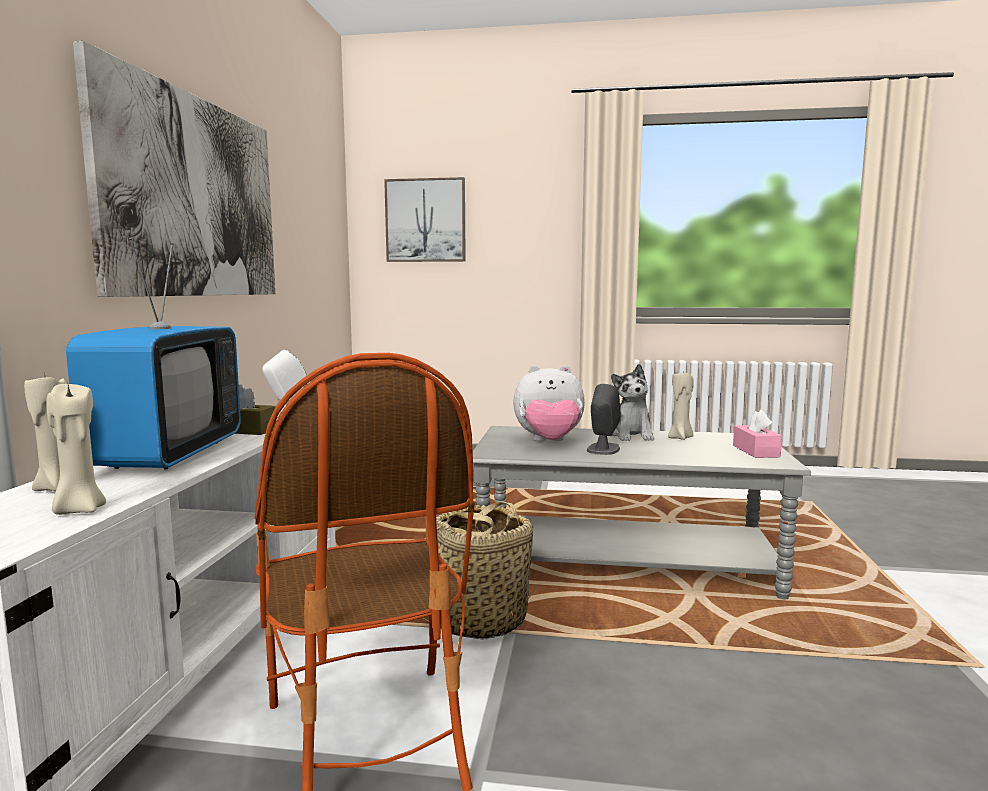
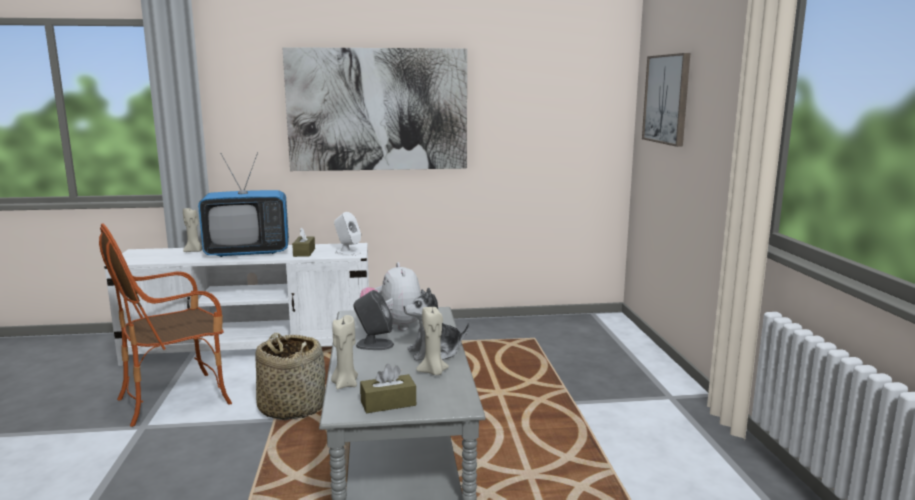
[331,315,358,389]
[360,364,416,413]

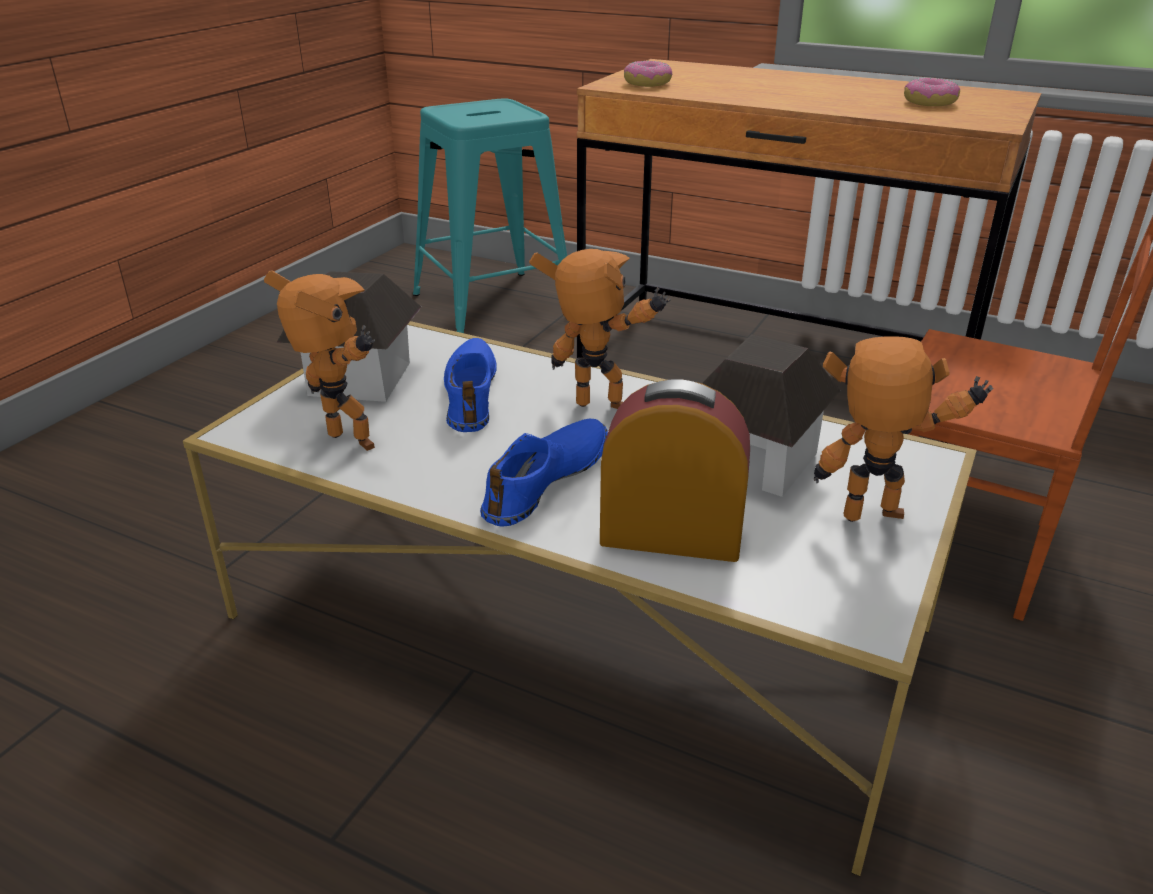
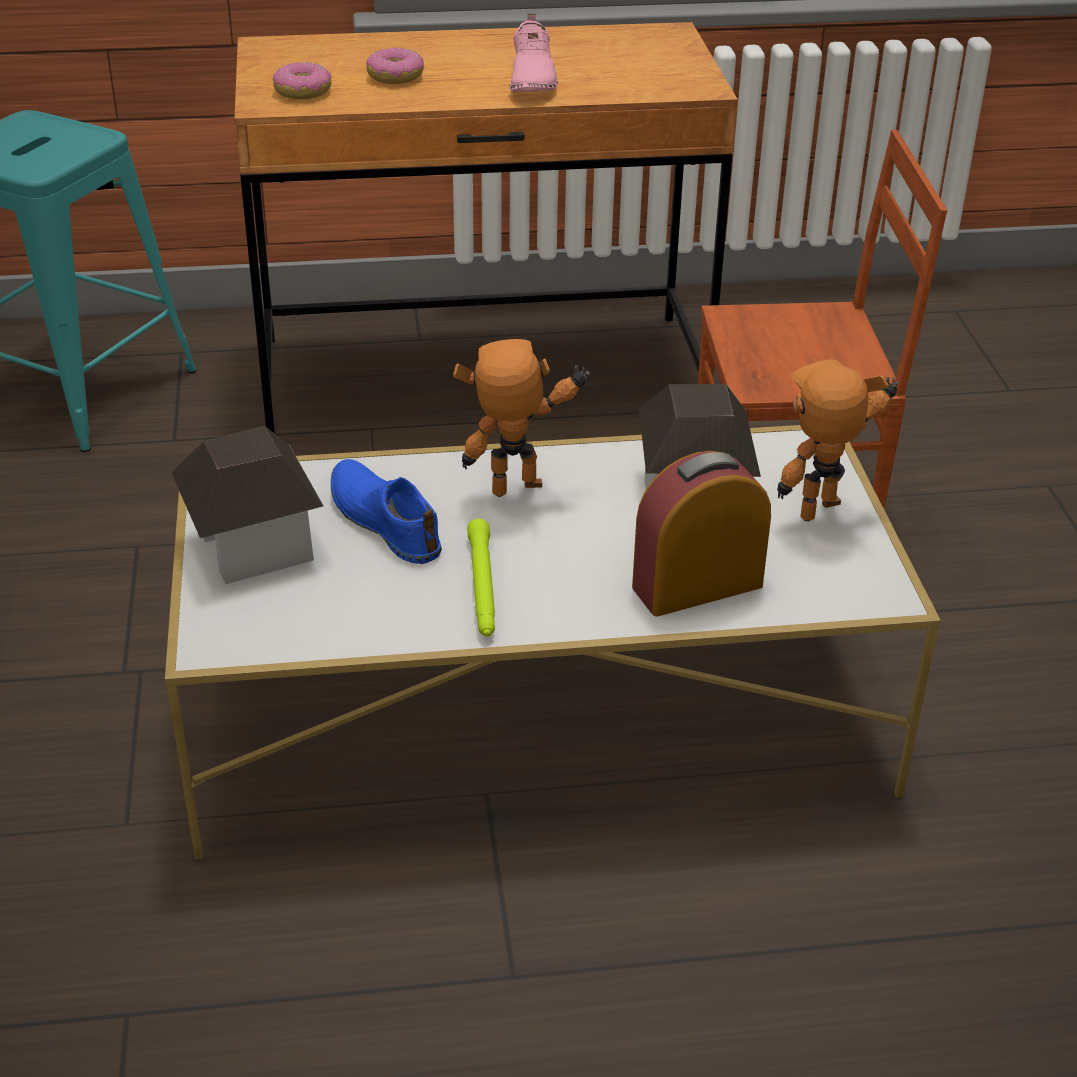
[366,48,424,84]
[264,270,375,451] (first image)
[480,419,608,527] (first image)
[509,14,558,92]
[467,519,495,637]

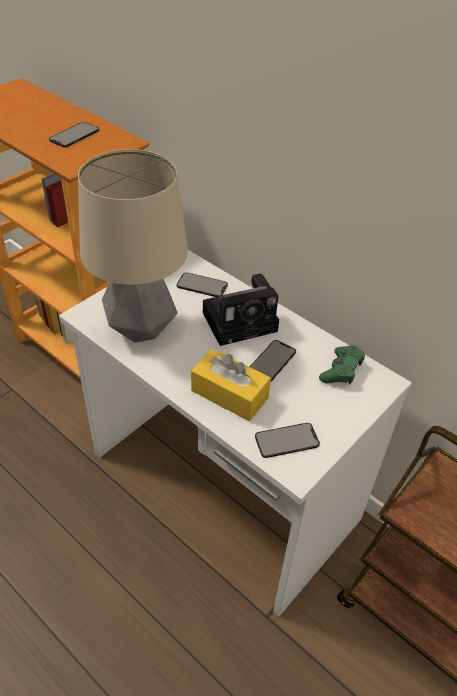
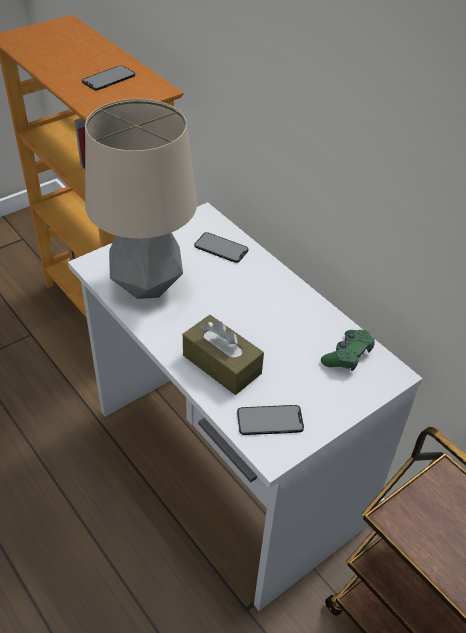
[203,273,279,346] (first image)
[250,340,296,381] (first image)
[183,315,264,395]

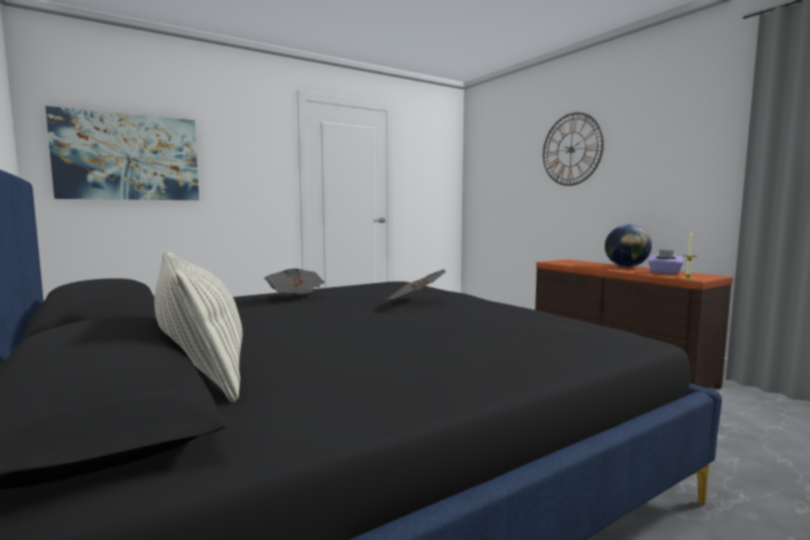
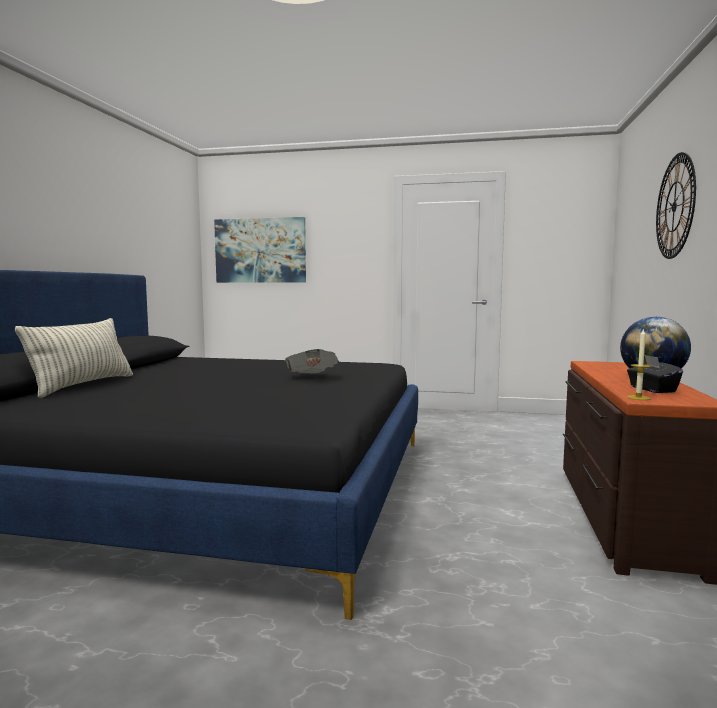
[627,355,683,393]
[264,269,324,293] (first image)

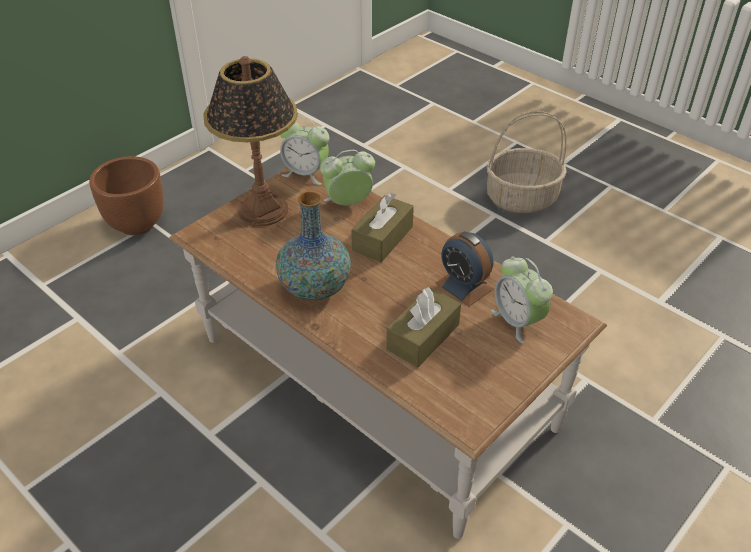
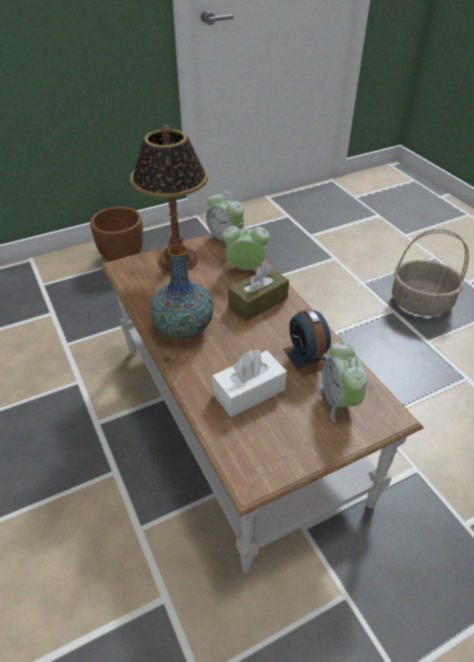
[212,349,287,417]

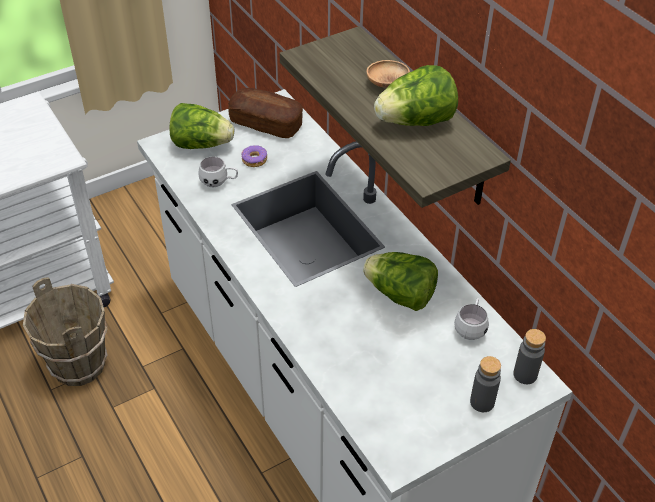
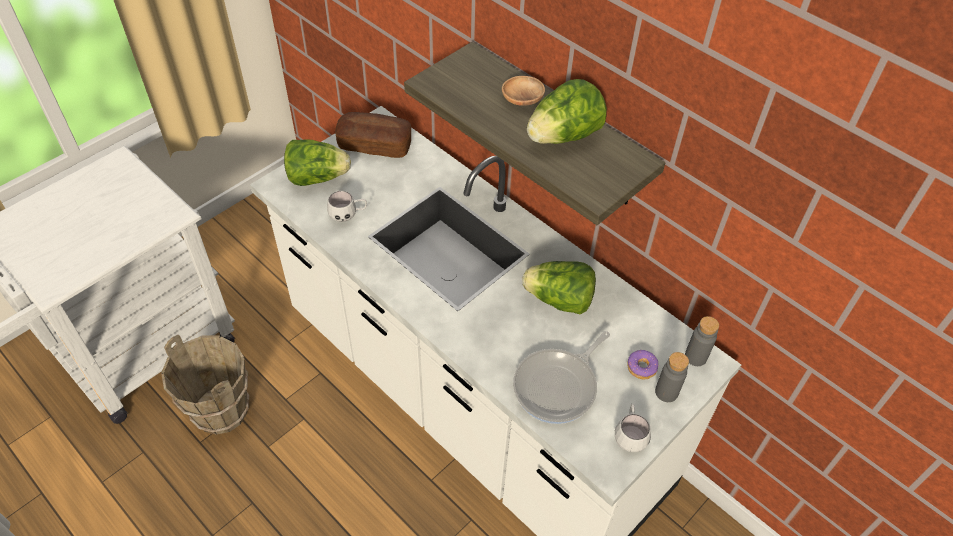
[627,350,659,379]
[615,404,651,452]
[513,331,610,424]

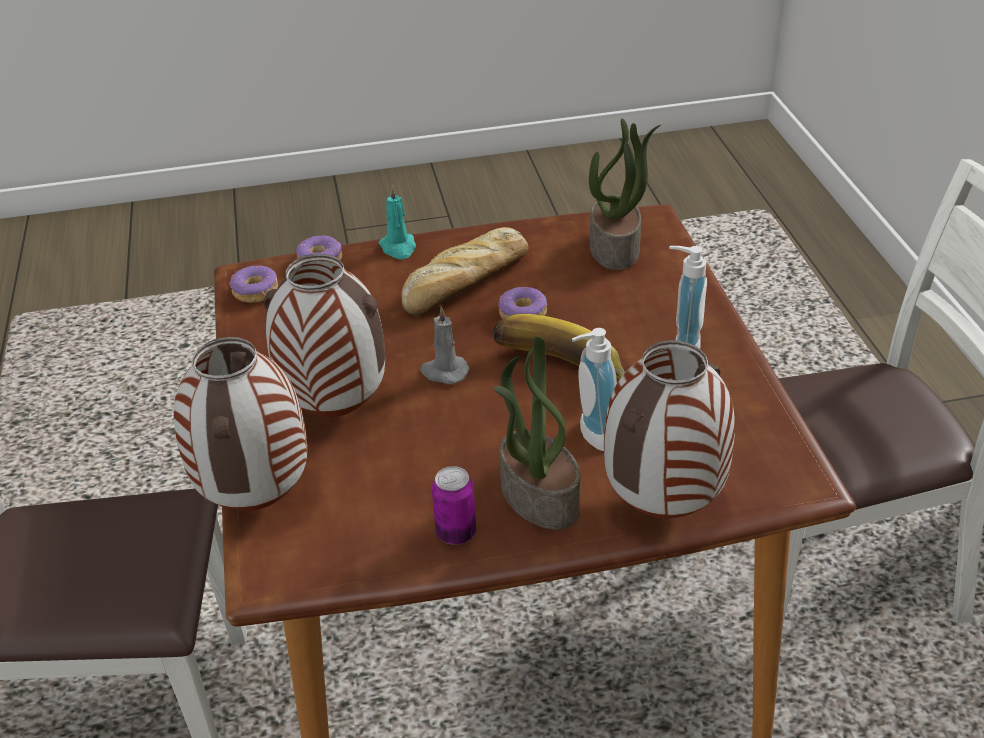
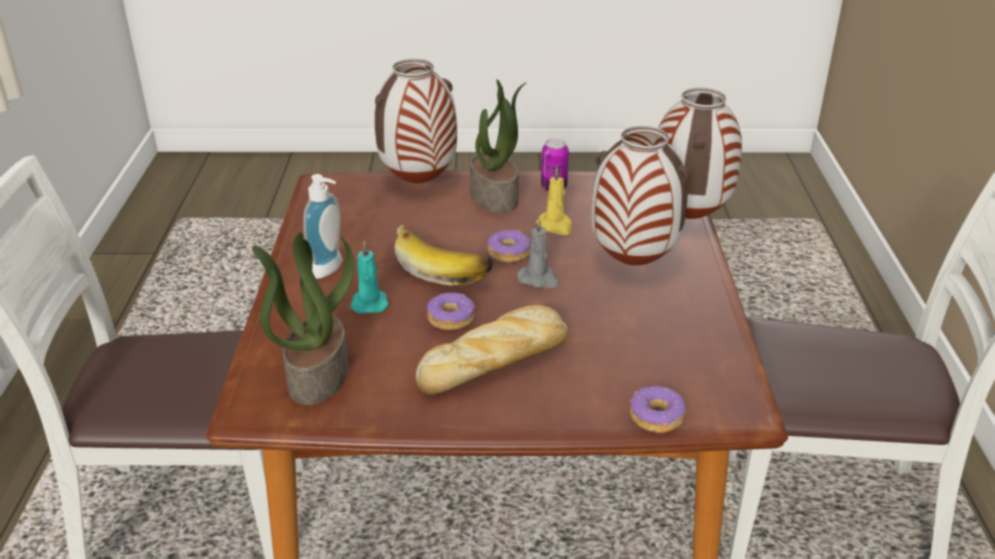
[351,241,389,314]
[488,230,531,263]
[572,328,617,451] (first image)
[536,167,572,235]

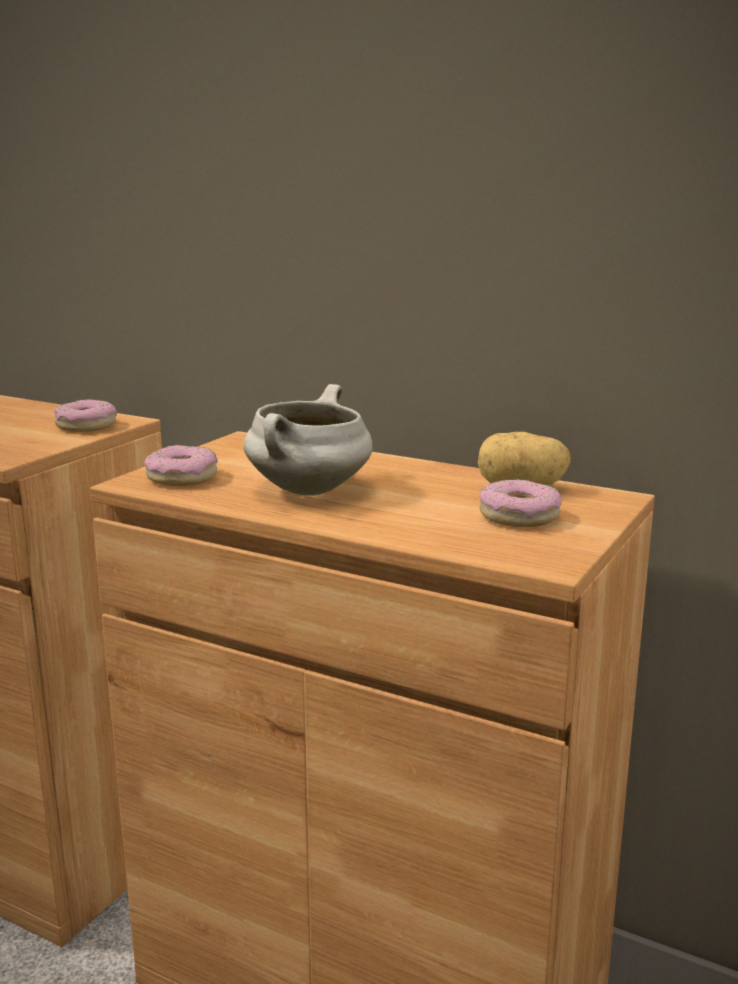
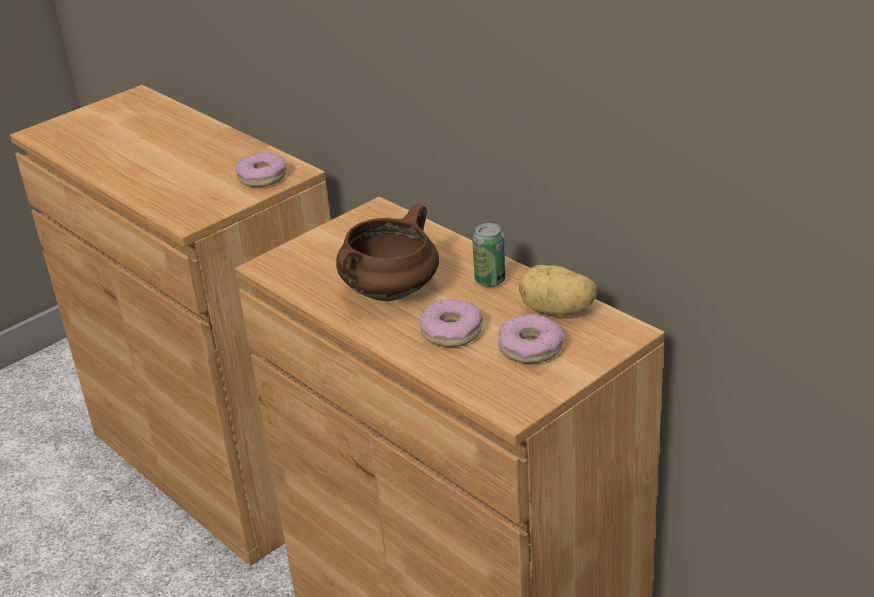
[336,204,439,301]
[419,299,483,347]
[472,223,506,287]

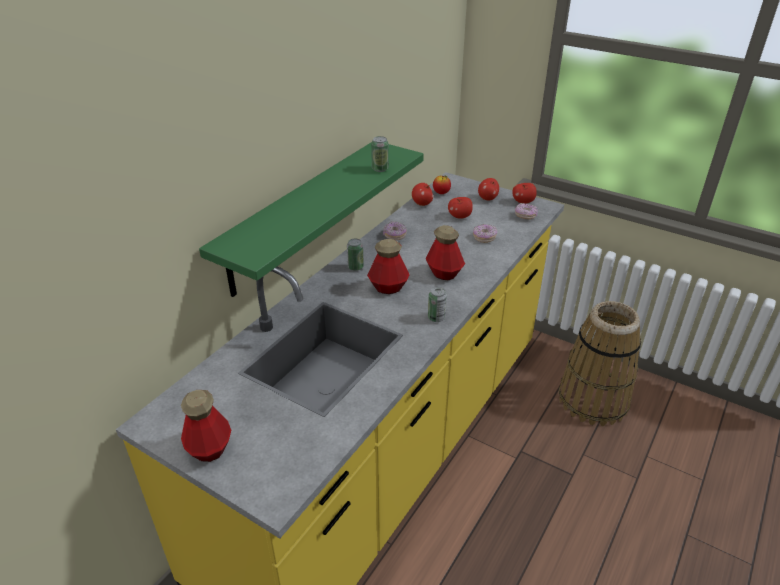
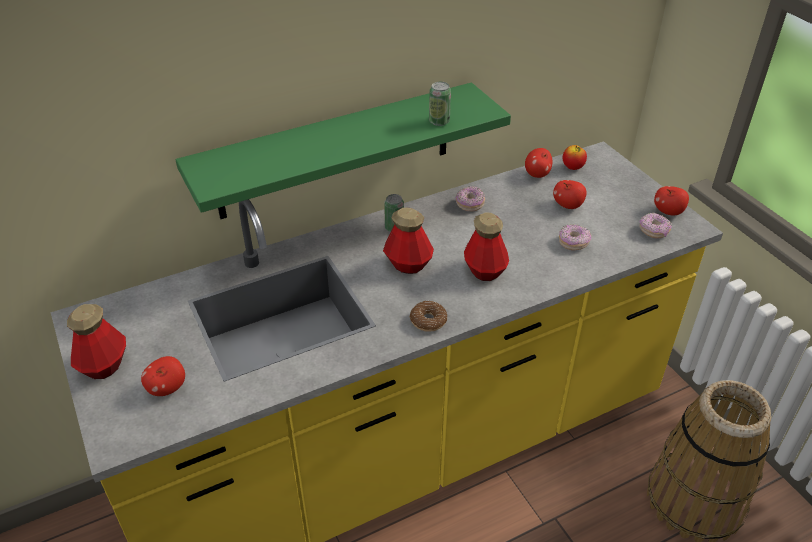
[141,356,185,396]
[410,301,447,332]

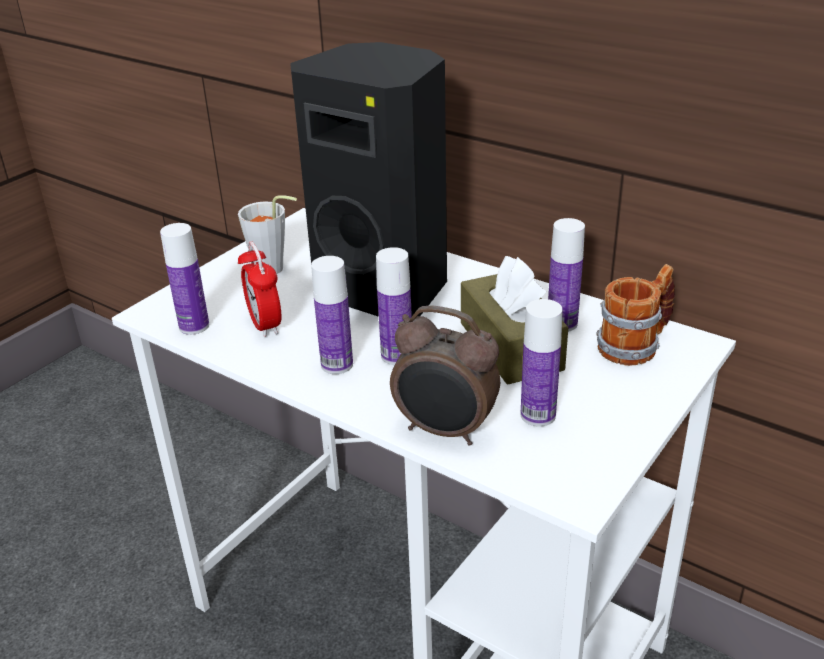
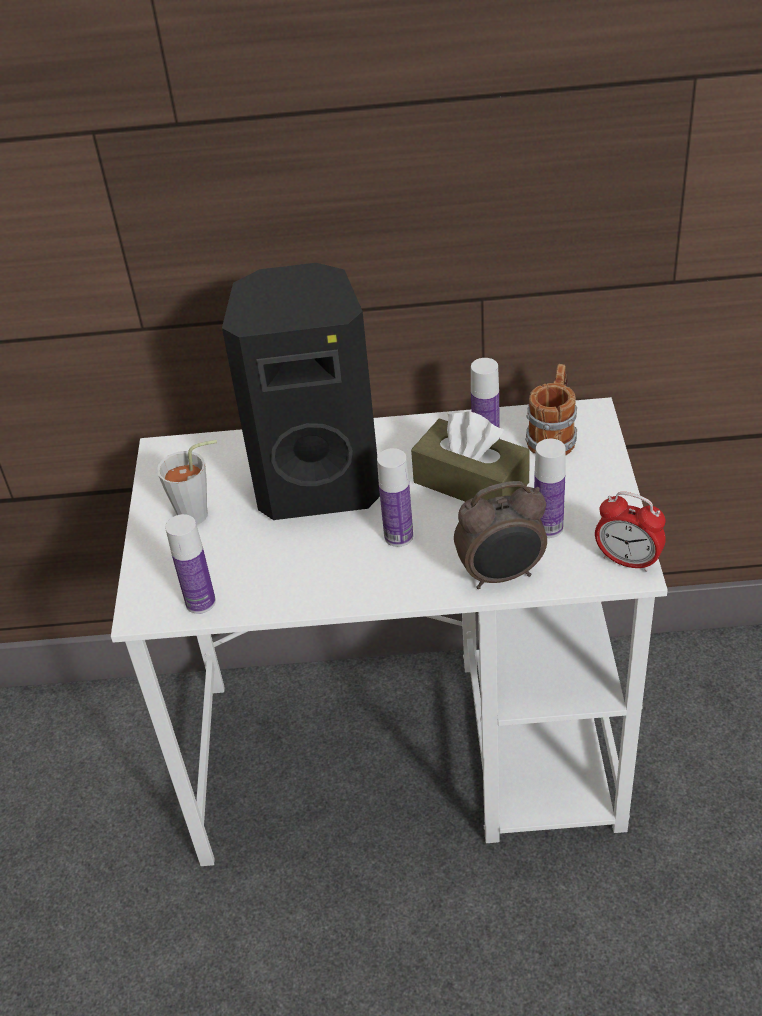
[595,492,666,572]
[311,256,353,374] (first image)

